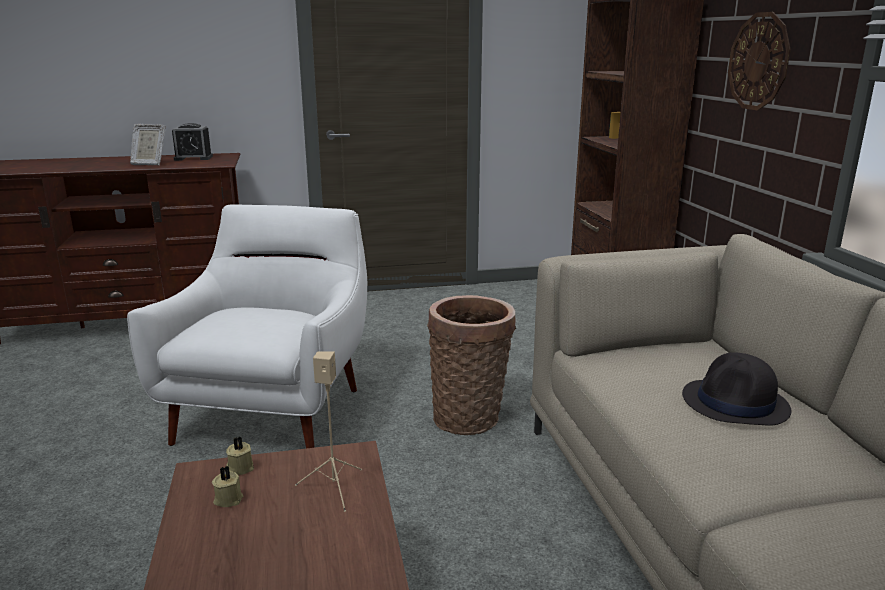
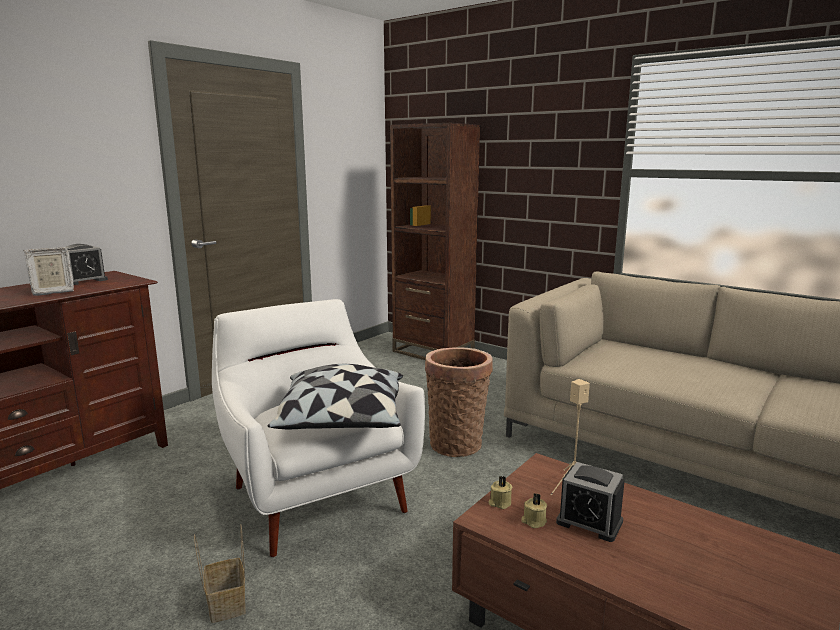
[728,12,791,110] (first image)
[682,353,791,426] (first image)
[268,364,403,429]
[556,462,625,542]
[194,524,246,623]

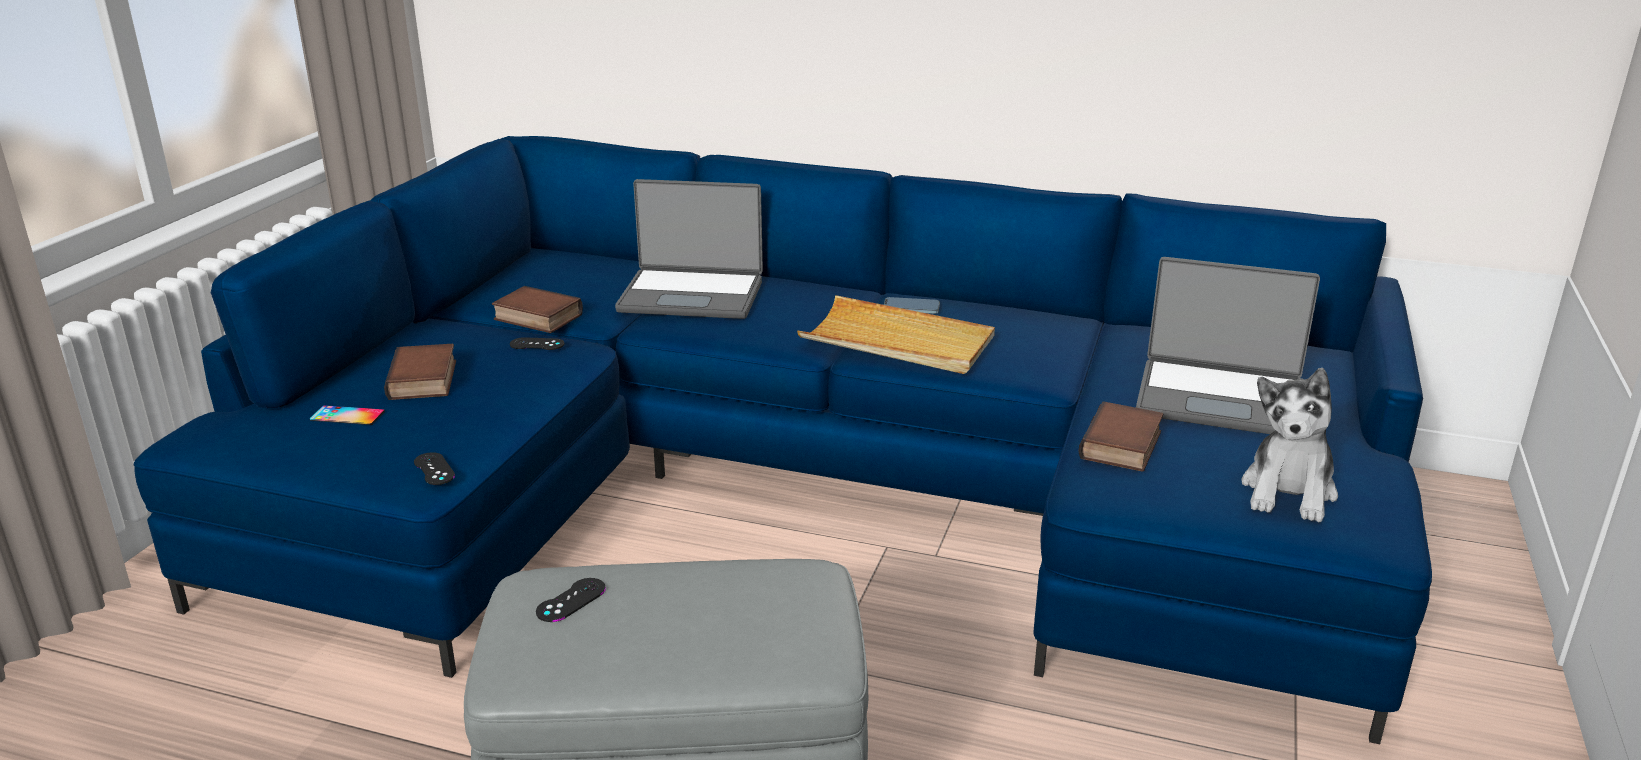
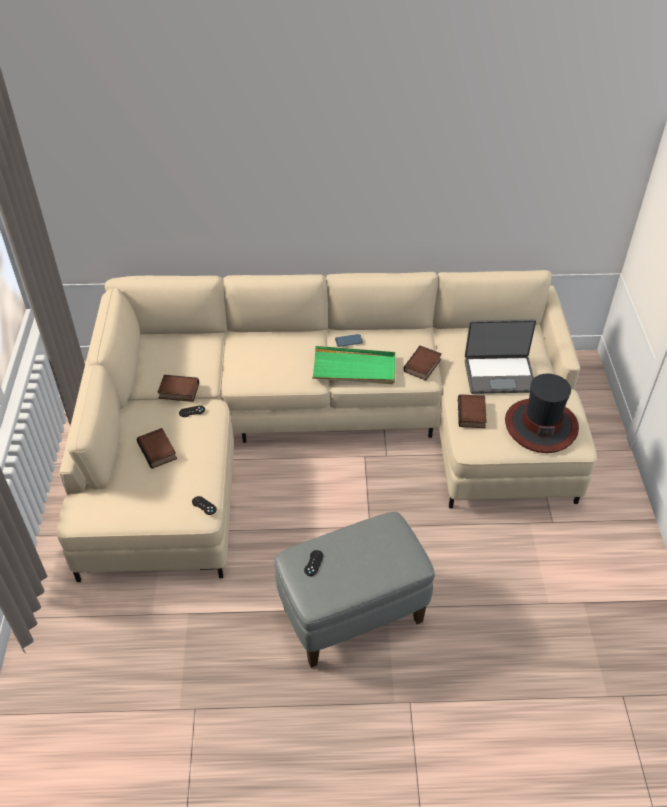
[57,270,597,582]
[615,179,763,319] (first image)
[312,346,395,384]
[505,373,579,453]
[310,405,385,425] (first image)
[403,345,442,380]

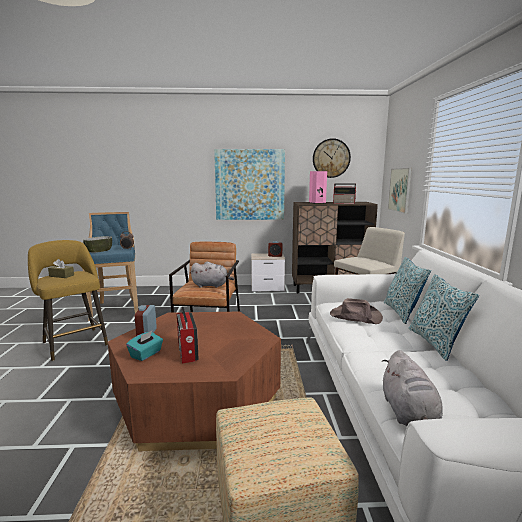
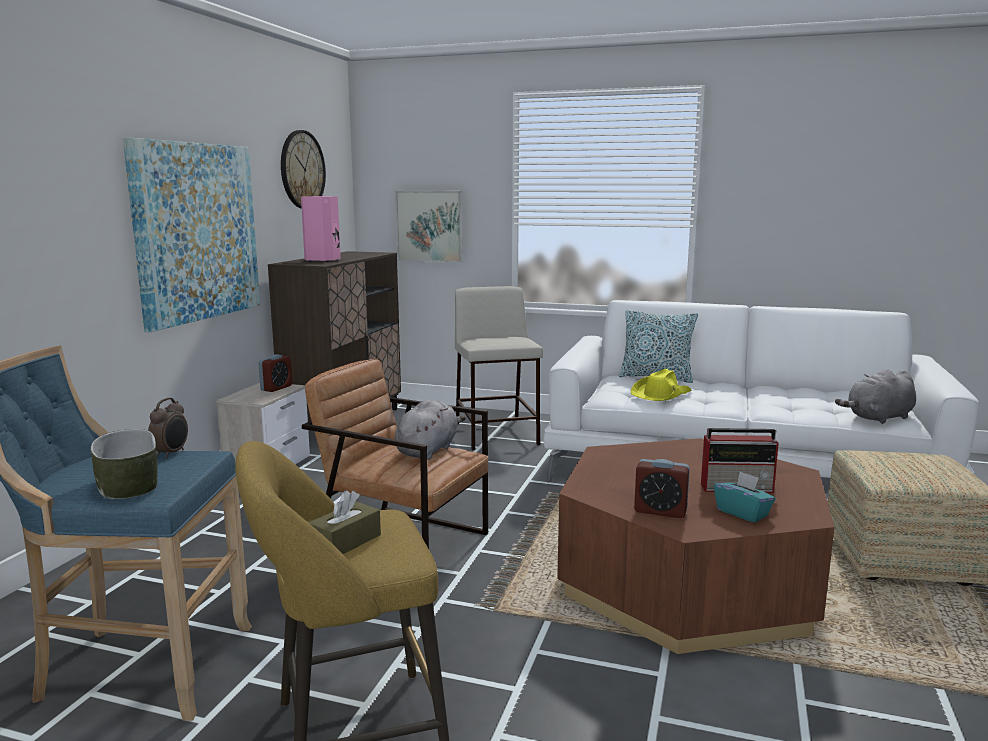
[333,183,356,204] (first image)
[408,274,479,361] (first image)
[631,369,692,401]
[835,369,916,424]

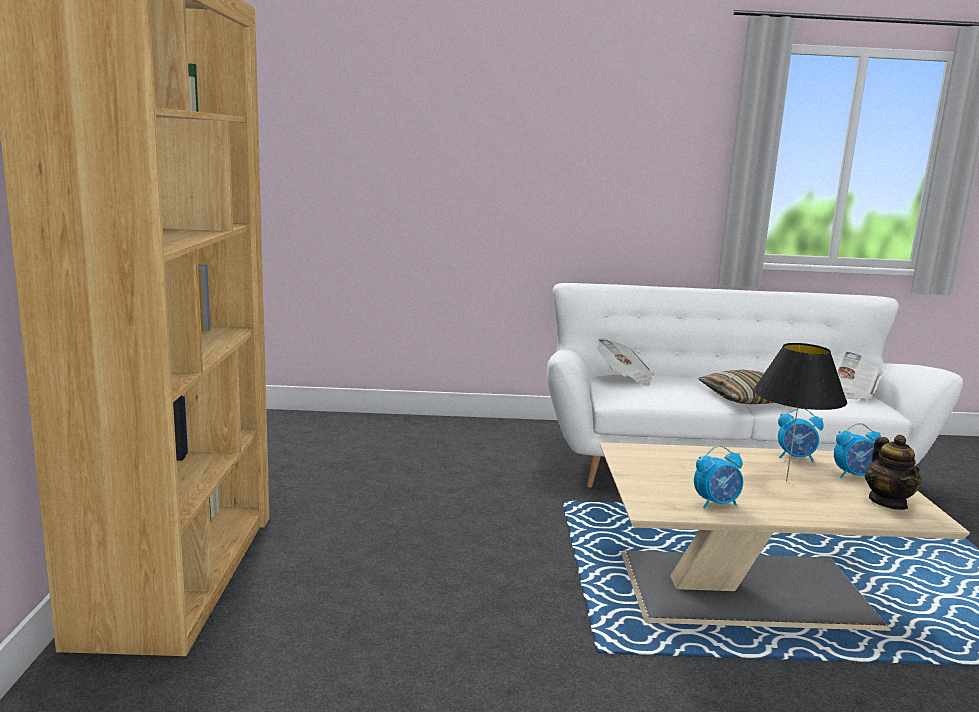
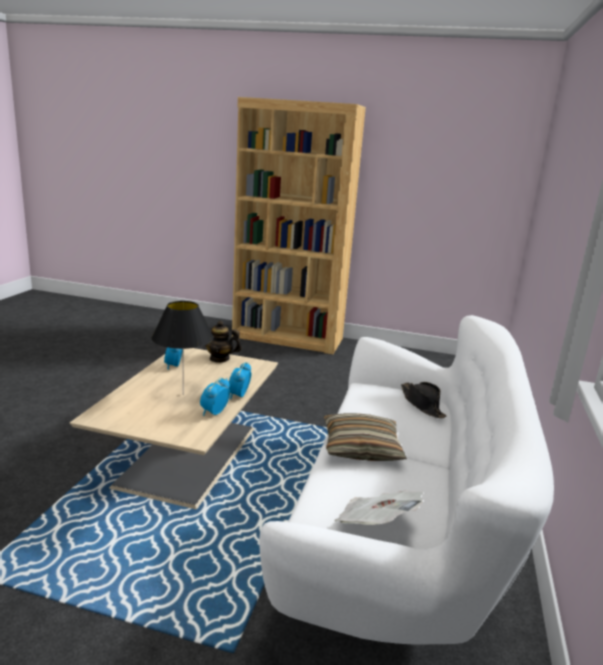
[401,382,447,418]
[228,362,251,399]
[206,321,242,363]

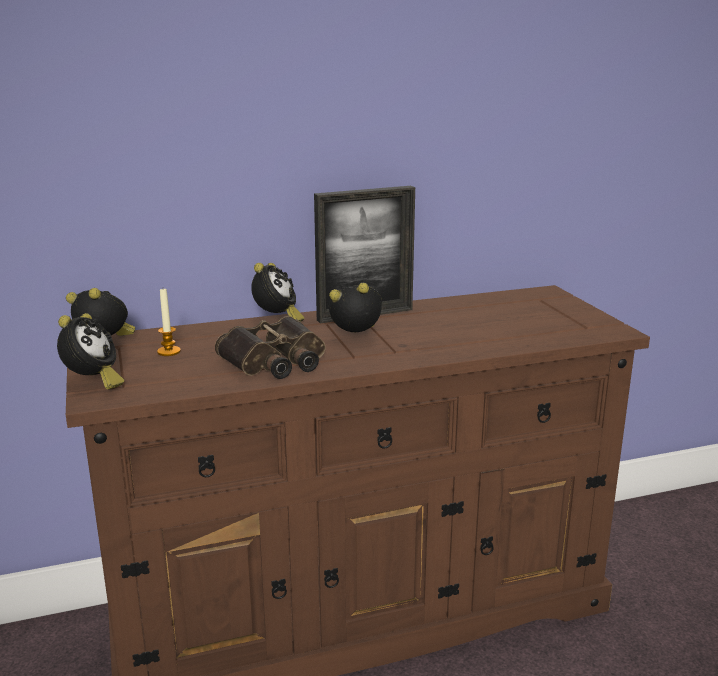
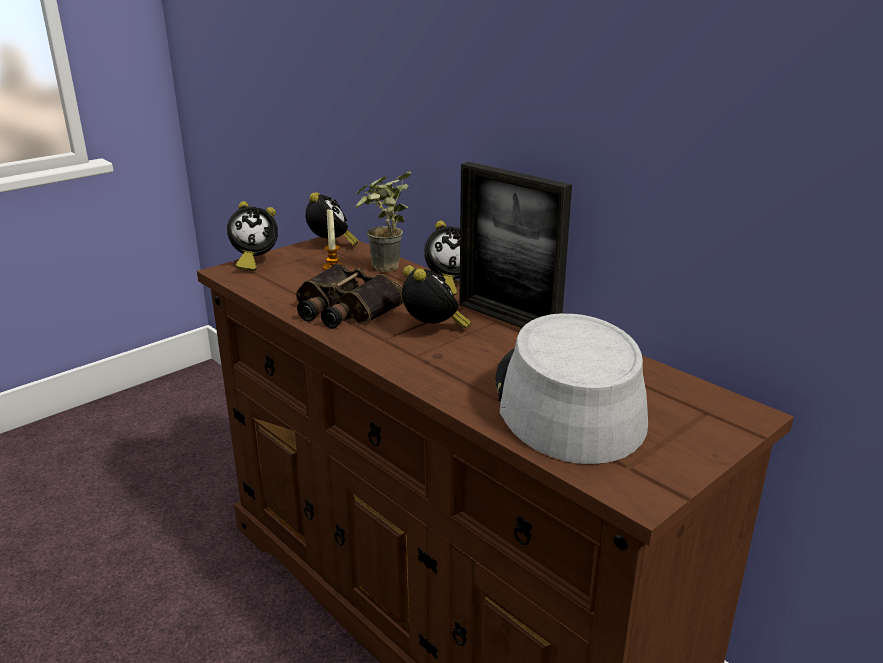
[355,170,412,272]
[495,313,648,464]

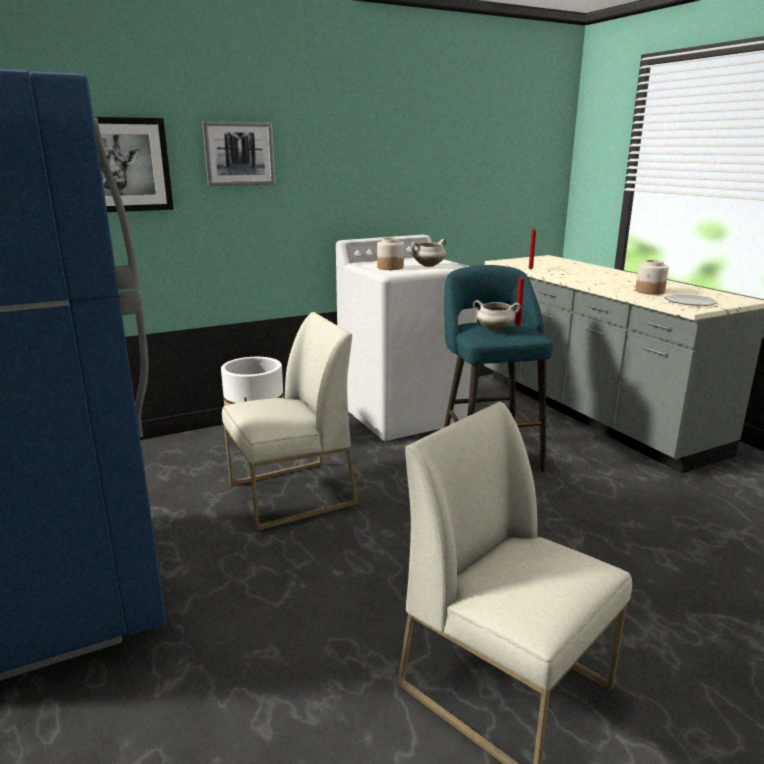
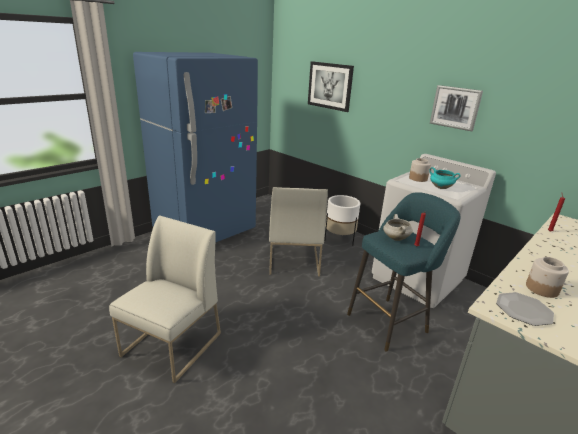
[430,85,483,131]
[429,167,461,189]
[269,187,328,276]

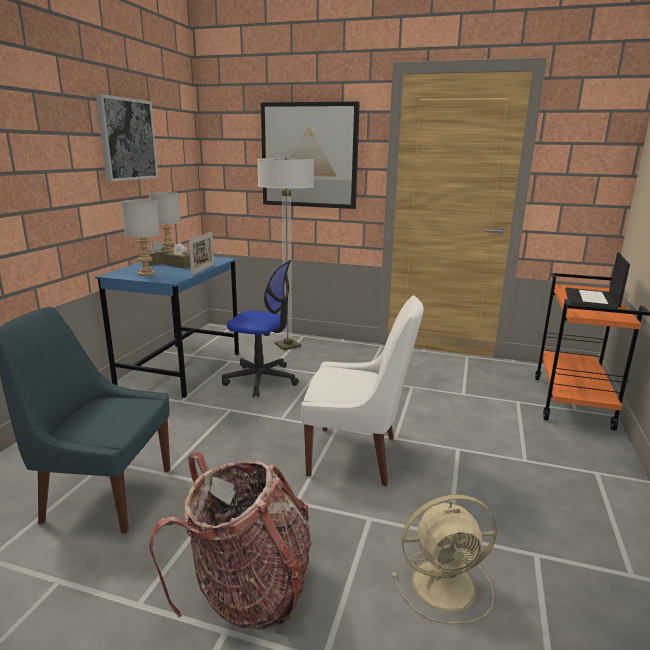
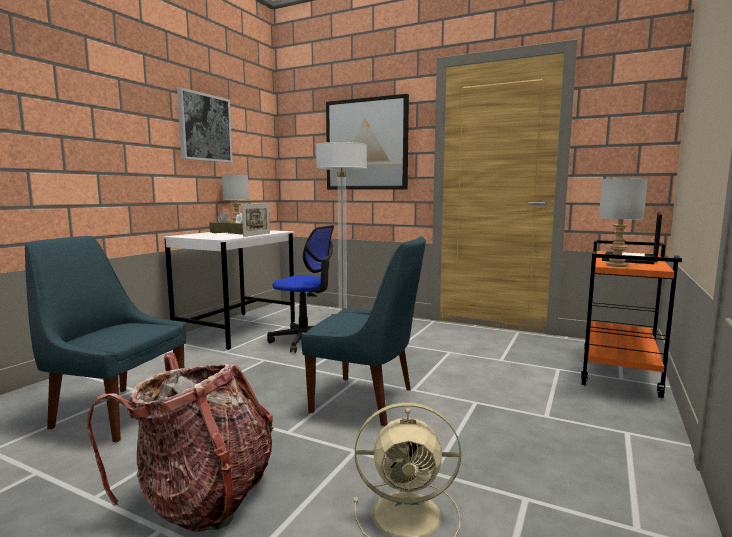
[599,178,648,267]
[162,230,295,350]
[301,236,426,427]

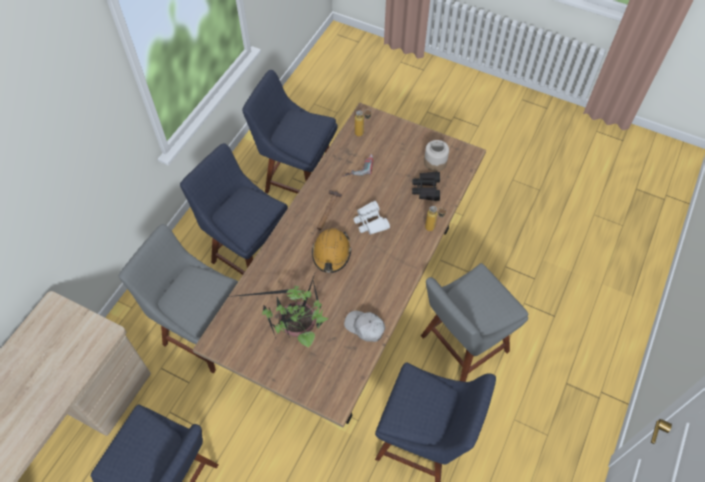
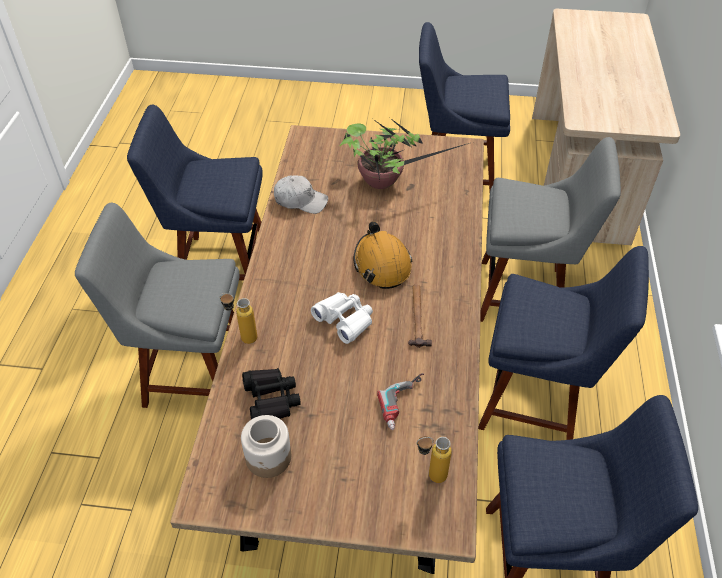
[75,203,239,408]

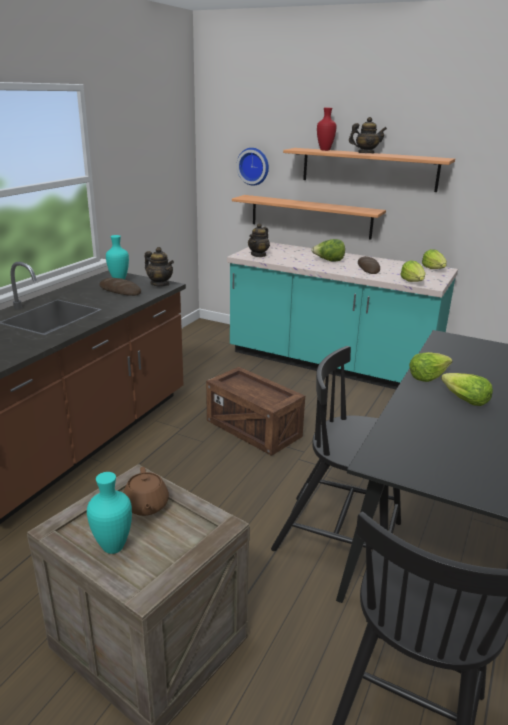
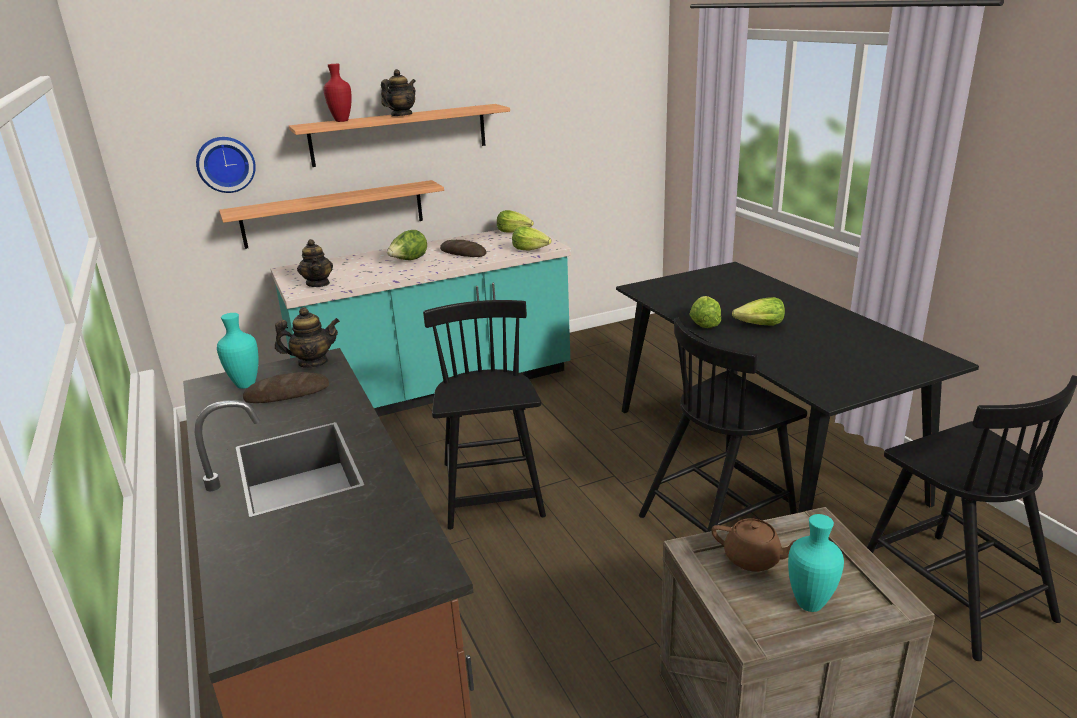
[423,300,546,530]

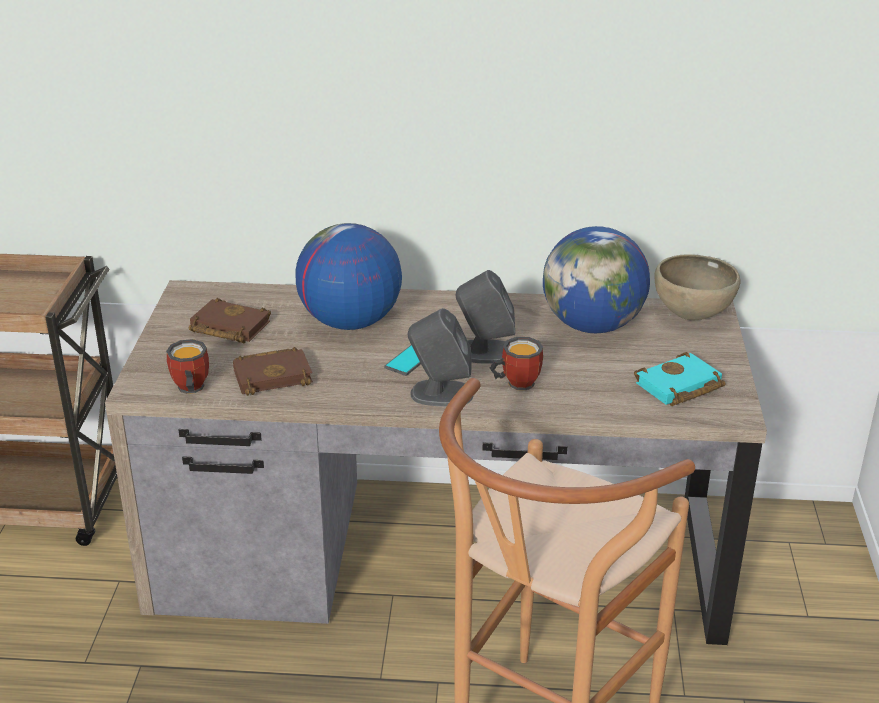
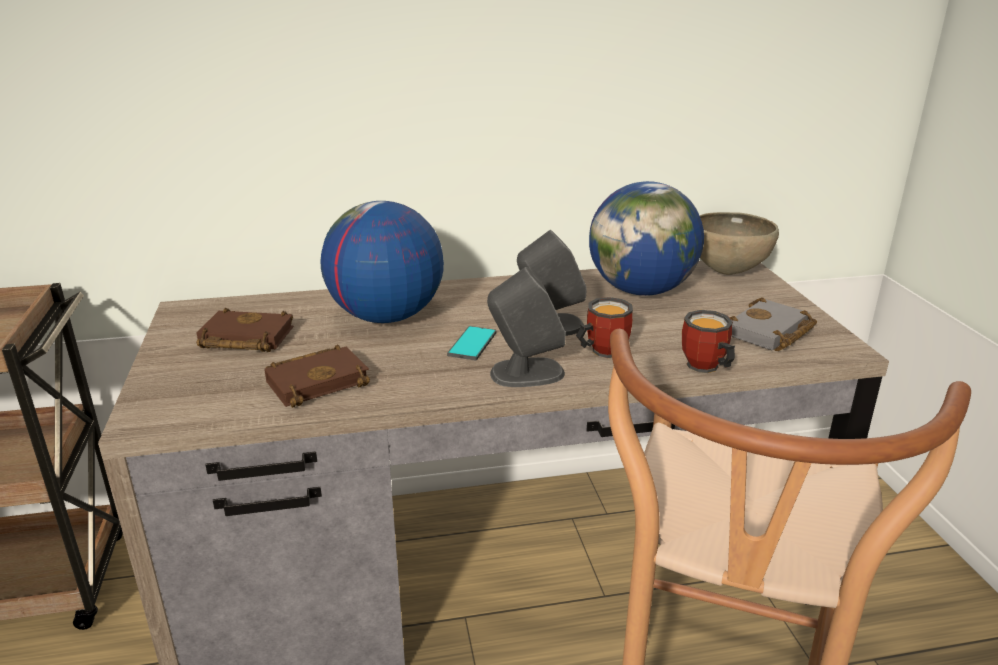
[682,310,735,373]
[729,297,817,351]

